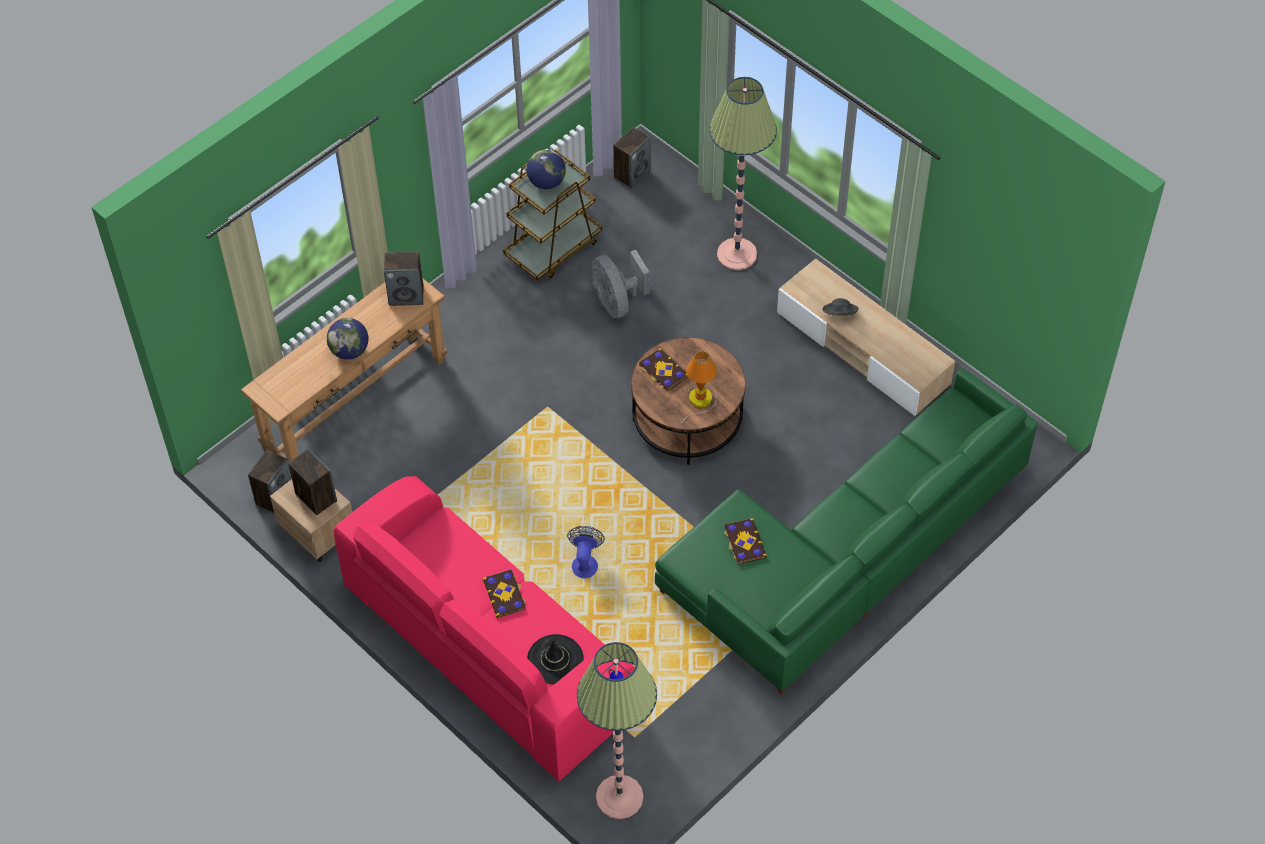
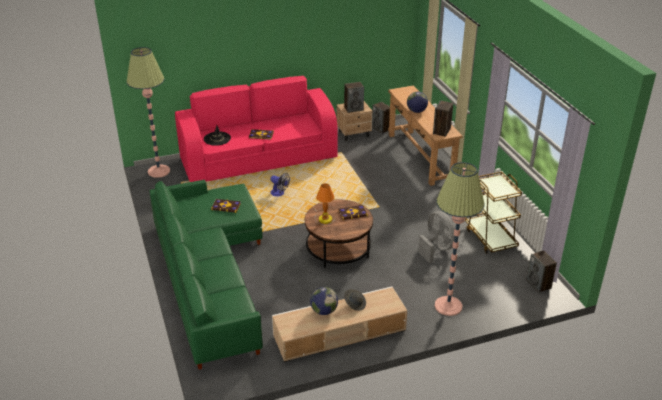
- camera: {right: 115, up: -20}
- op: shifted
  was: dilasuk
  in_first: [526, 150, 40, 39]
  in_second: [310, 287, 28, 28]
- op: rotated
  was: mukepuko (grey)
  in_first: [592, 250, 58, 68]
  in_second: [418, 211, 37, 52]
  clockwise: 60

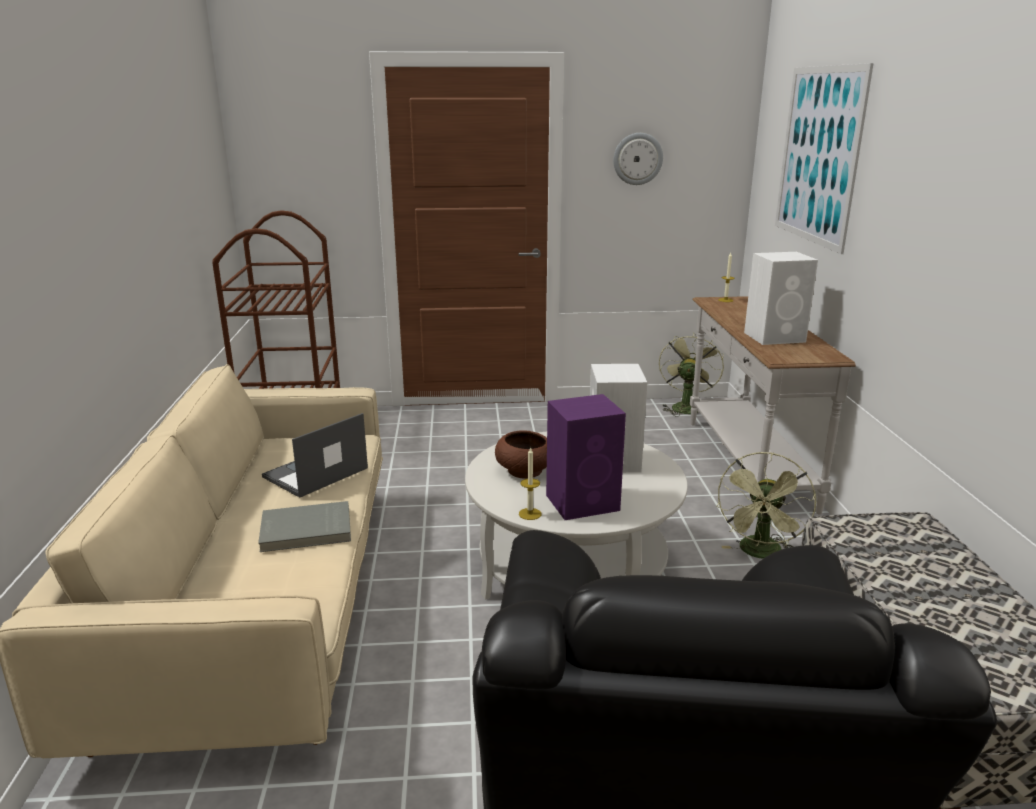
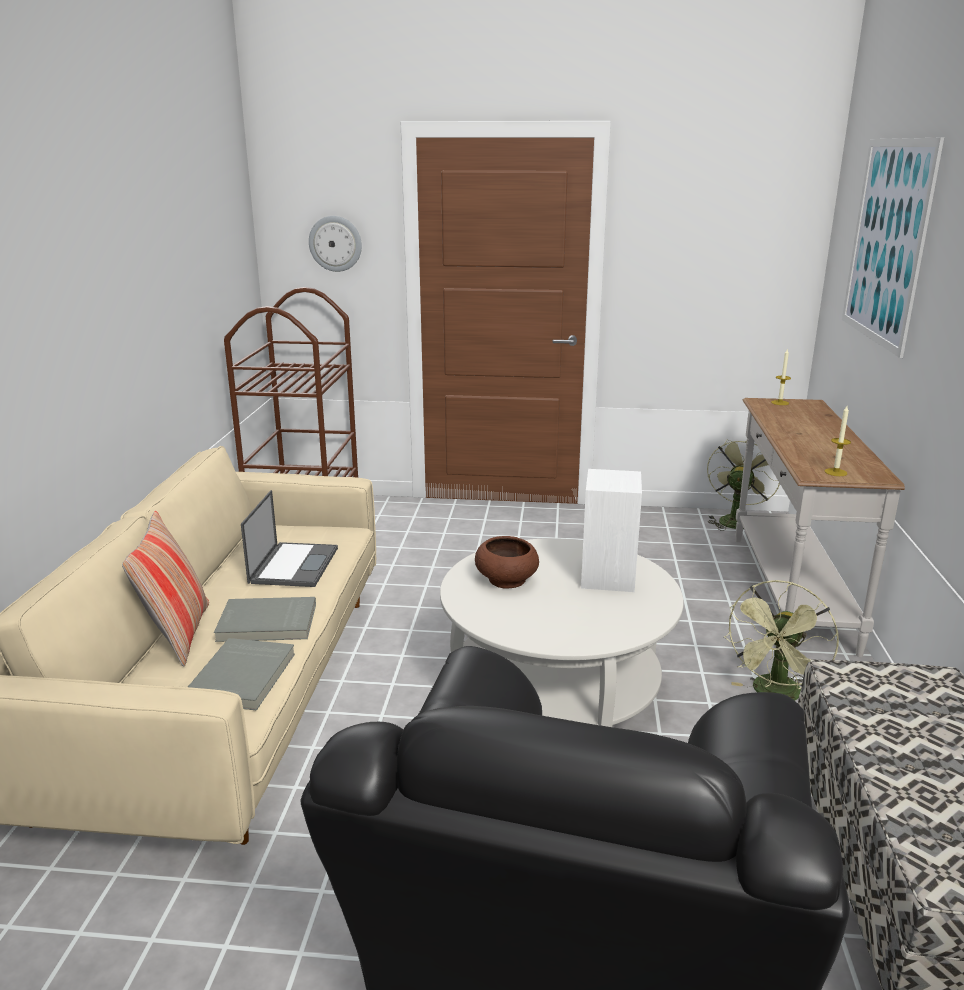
- camera: {right: 10, up: 0}
- op: gone
  was: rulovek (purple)
  in_first: [546, 394, 80, 126]
- op: gone
  was: rulovek (white)
  in_first: [744, 252, 74, 93]
- op: new
  now: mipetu
  in_second: [122, 511, 87, 156]
- op: new
  now: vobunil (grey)
  in_second: [188, 638, 107, 72]
- op: shifted
  was: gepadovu
  in_first: [519, 447, 22, 73]
  in_second: [825, 406, 26, 70]
- op: shifted
  was: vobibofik
  in_first: [613, 133, 50, 52]
  in_second: [309, 216, 53, 56]
- op: rotated
  was: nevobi
  in_first: [262, 413, 106, 85]
  in_second: [241, 490, 97, 97]
  clockwise: 135

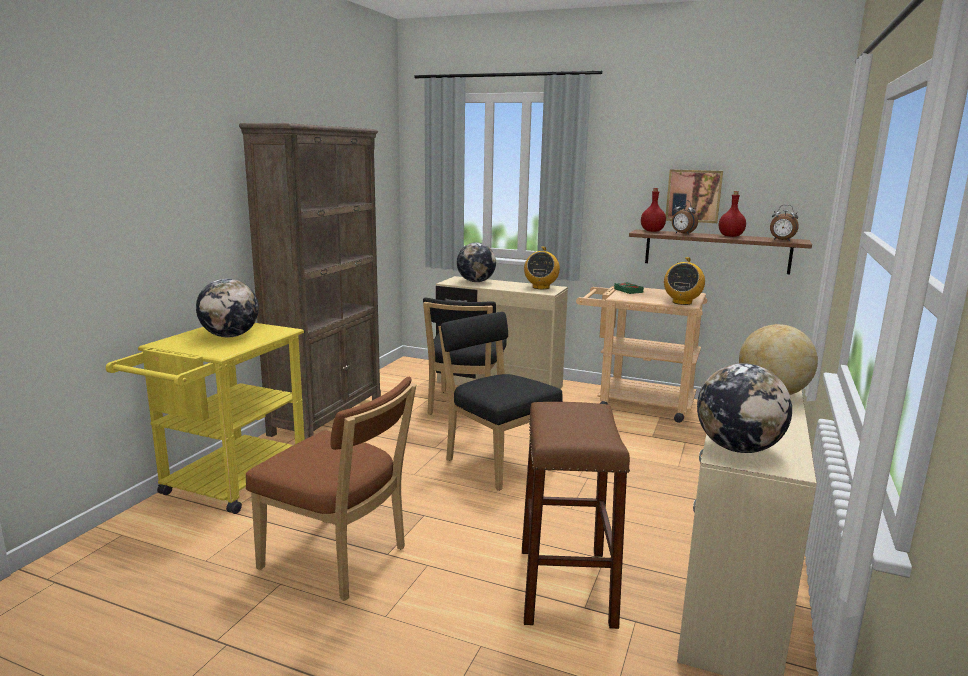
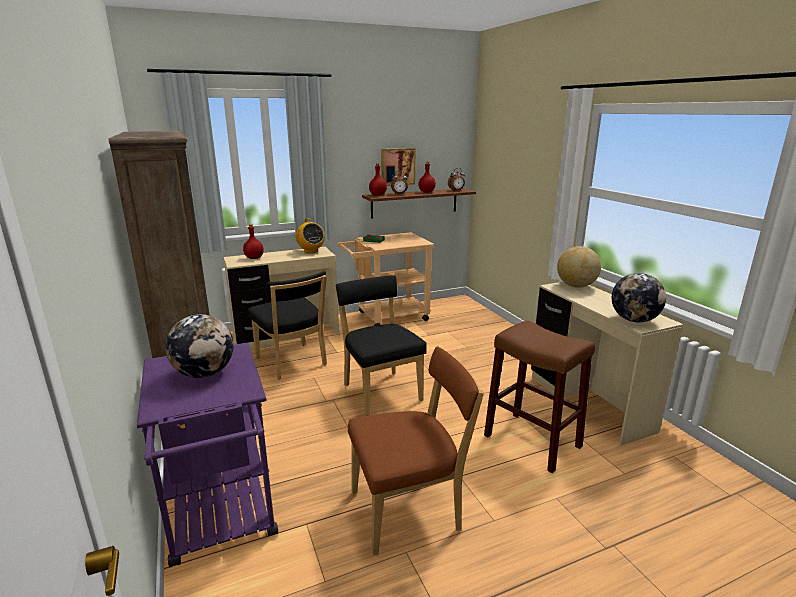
- camera: {right: -45, up: 5}
- op: gone
  was: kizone
  in_first: [664, 257, 41, 48]
- op: swapped
  was: dilasuk
  now: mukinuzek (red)
  in_first: [457, 242, 39, 40]
  in_second: [243, 224, 21, 35]
- op: repainted
  was: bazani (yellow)
  now: bazani (purple)
  in_first: [106, 323, 199, 191]
  in_second: [137, 343, 141, 224]
- op: rotated
  was: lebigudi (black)
  in_first: [439, 312, 124, 179]
  in_second: [336, 275, 91, 141]
  clockwise: 60

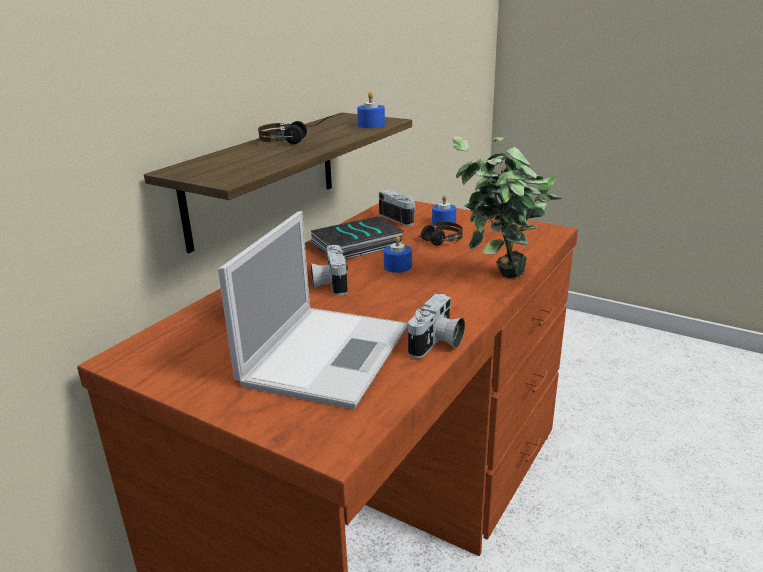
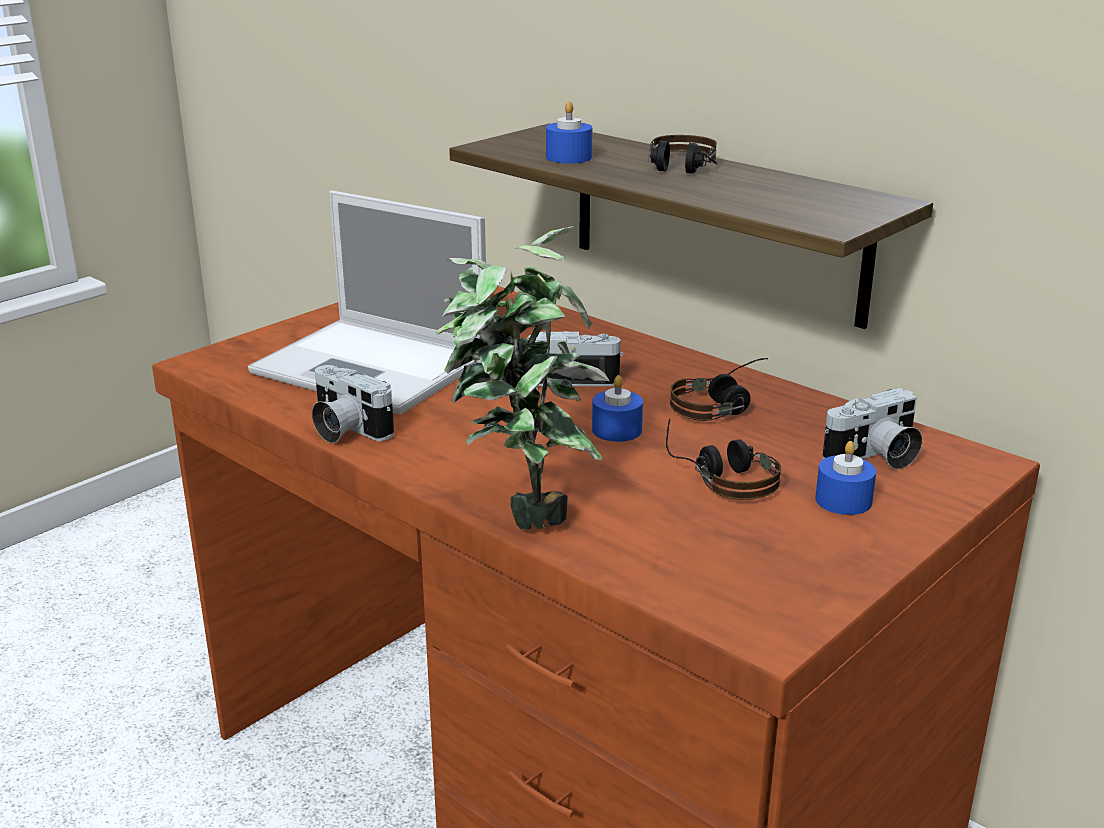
- camera: {right: 100, up: 0}
- op: shifted
  was: gepadovu (blue)
  in_first: [357, 92, 28, 36]
  in_second: [546, 101, 46, 62]
- op: swapped
  was: vobunil
  now: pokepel
  in_first: [311, 216, 93, 43]
  in_second: [670, 358, 98, 63]

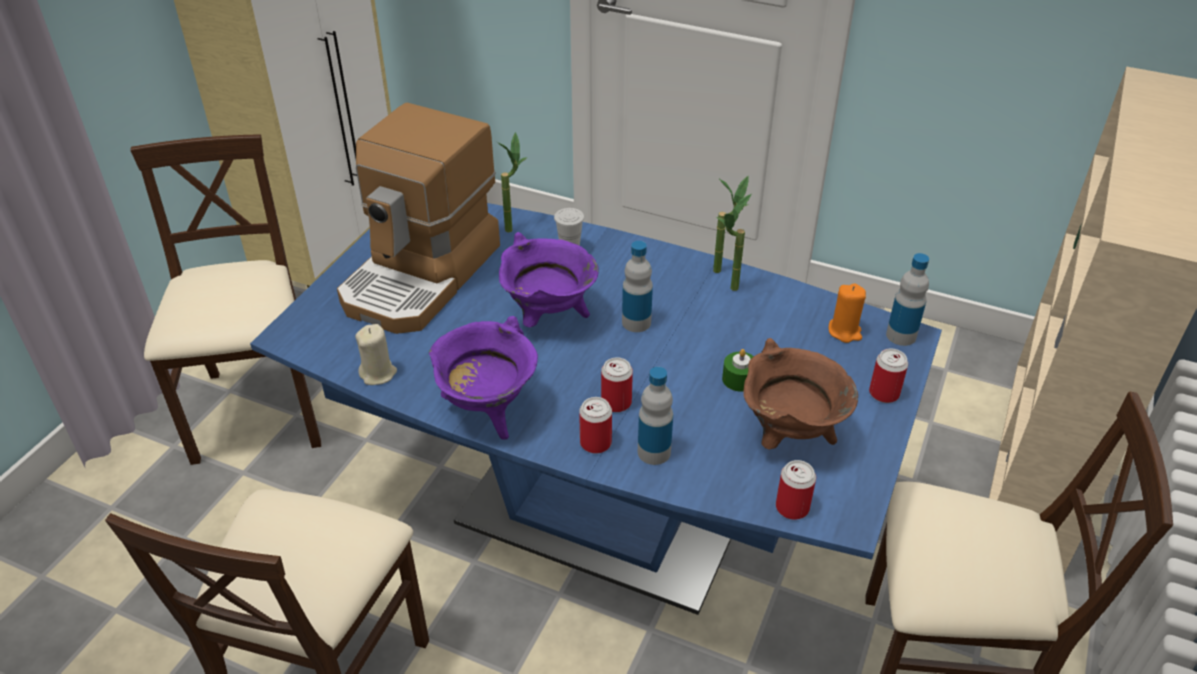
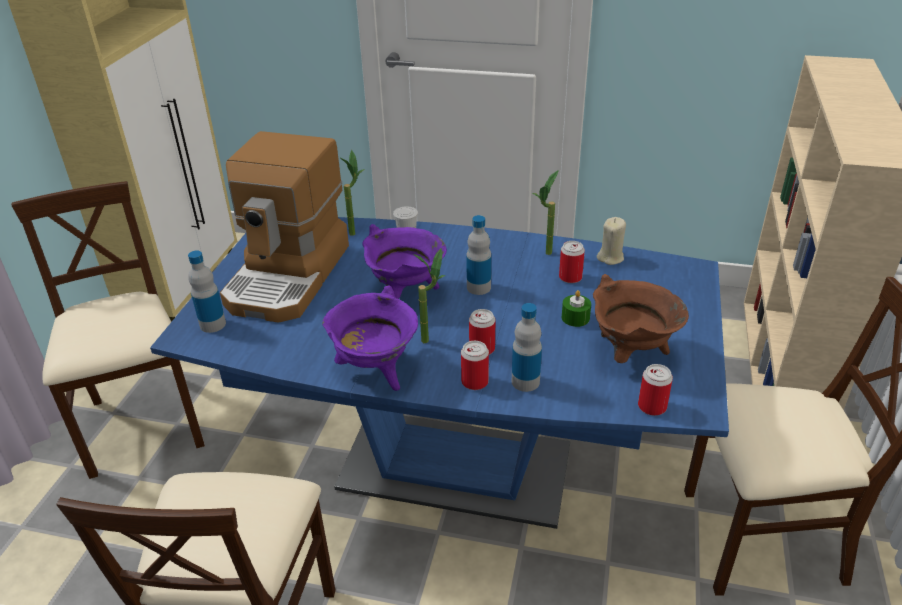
- camera: {right: -10, up: -5}
- op: gone
  was: gepadovu (orange)
  in_first: [829, 284, 37, 59]
- op: shifted
  was: gepadovu (beige)
  in_first: [355, 324, 42, 61]
  in_second: [597, 217, 29, 48]
- op: shifted
  was: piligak
  in_first: [713, 176, 36, 97]
  in_second: [413, 248, 33, 95]
- op: shifted
  was: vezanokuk
  in_first: [869, 349, 39, 54]
  in_second: [559, 241, 26, 42]
- op: shifted
  was: mukinuzek
  in_first: [886, 253, 43, 93]
  in_second: [188, 250, 38, 83]

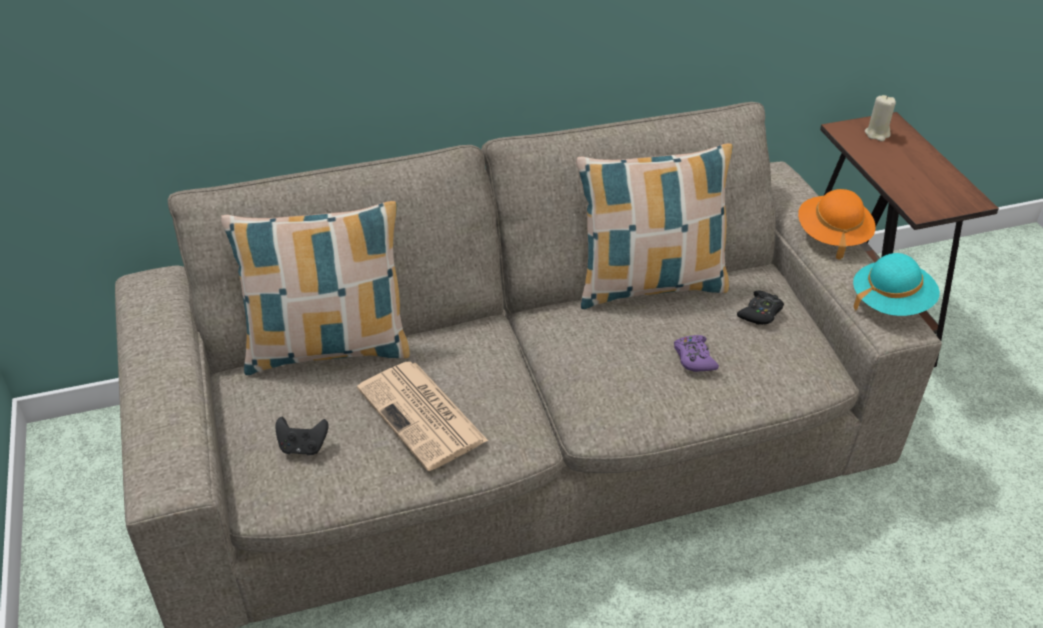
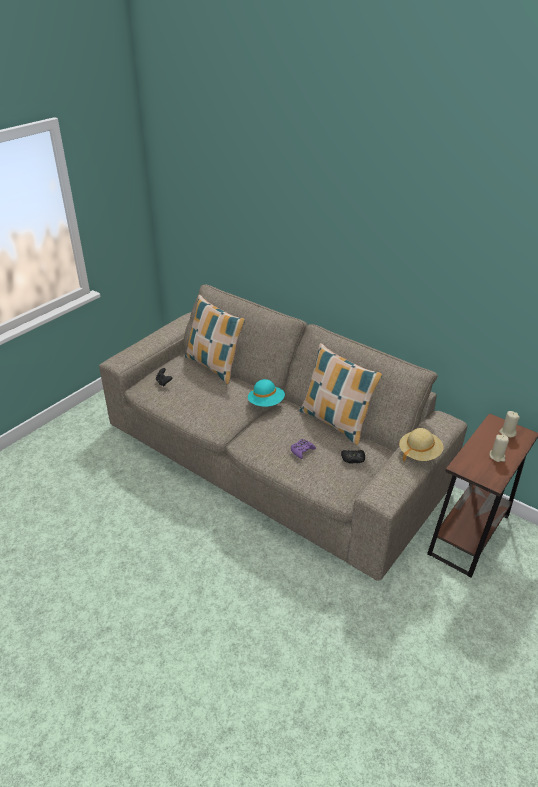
- camera: {right: 55, up: -5}
- op: gone
  was: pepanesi
  in_first: [357, 361, 131, 110]
- op: new
  now: gepadovu (beige)
  in_second: [490, 435, 19, 27]
- op: shifted
  was: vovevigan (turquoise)
  in_first: [853, 253, 87, 63]
  in_second: [248, 379, 37, 28]
- op: repainted
  was: vovevigan (orange)
  now: vovevigan (beige)
  in_first: [798, 189, 78, 71]
  in_second: [399, 428, 45, 33]

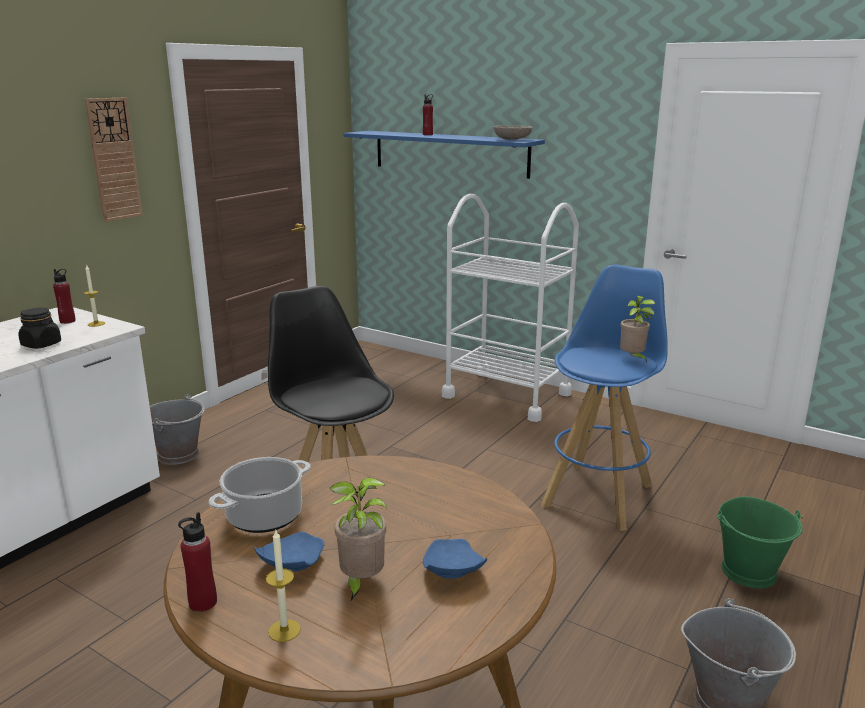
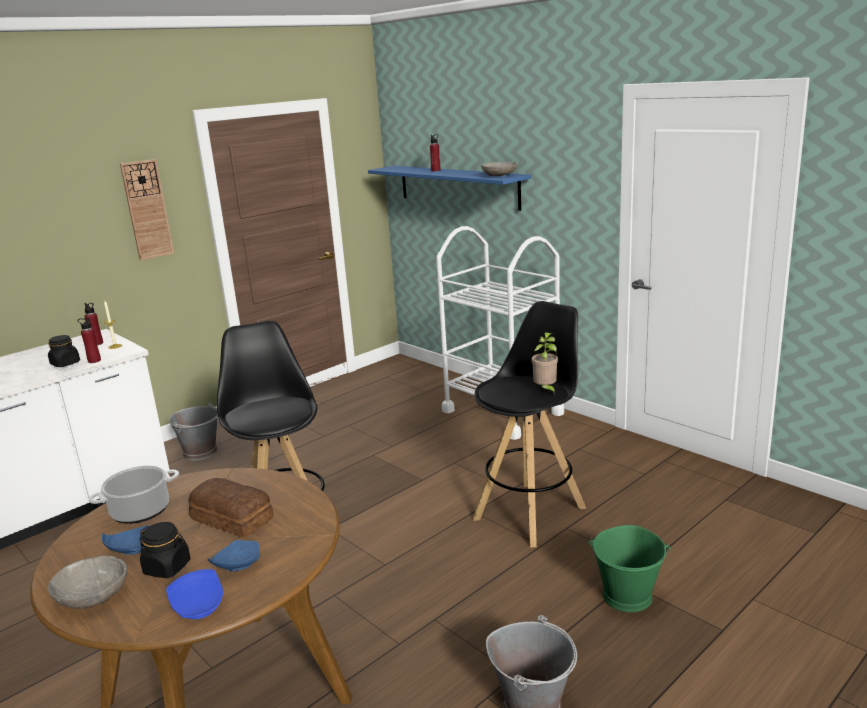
- camera: {right: 15, up: 0}
- op: new
  now: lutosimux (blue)
  in_second: [166, 569, 57, 50]
- op: new
  now: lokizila
  in_second: [188, 478, 86, 60]
- op: shifted
  was: mukinuzek (red)
  in_first: [178, 512, 39, 100]
  in_second: [78, 317, 23, 46]
- op: swapped
  was: gepadovu
  now: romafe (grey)
  in_first: [266, 530, 35, 112]
  in_second: [48, 555, 80, 53]
- op: swapped
  was: piligak
  now: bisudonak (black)
  in_first: [329, 477, 59, 125]
  in_second: [139, 522, 52, 56]
- op: repainted
  was: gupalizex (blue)
  now: gupalizex (black)
  in_first: [541, 264, 127, 267]
  in_second: [473, 301, 113, 247]

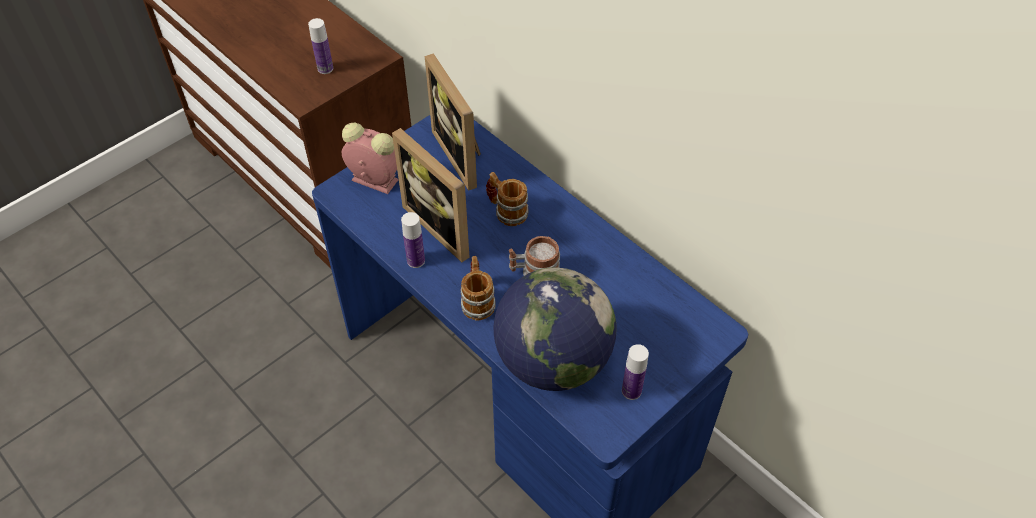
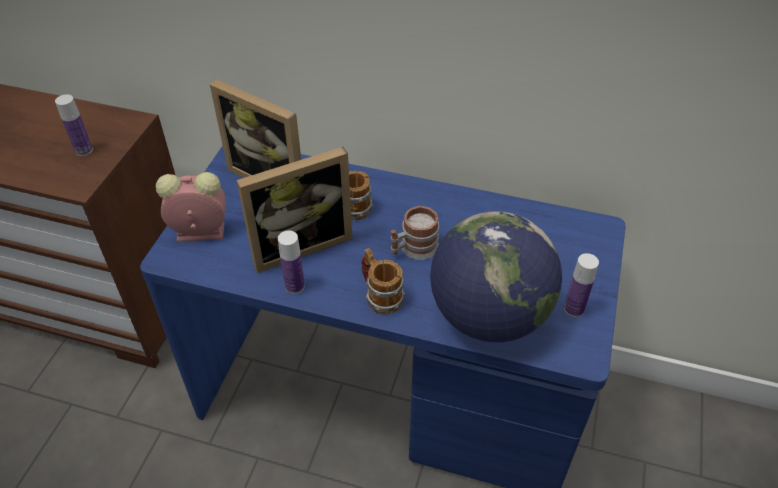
- camera: {right: -30, up: -5}
- op: rotated
  was: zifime
  in_first: [392, 128, 77, 134]
  in_second: [237, 147, 115, 126]
  clockwise: -45

